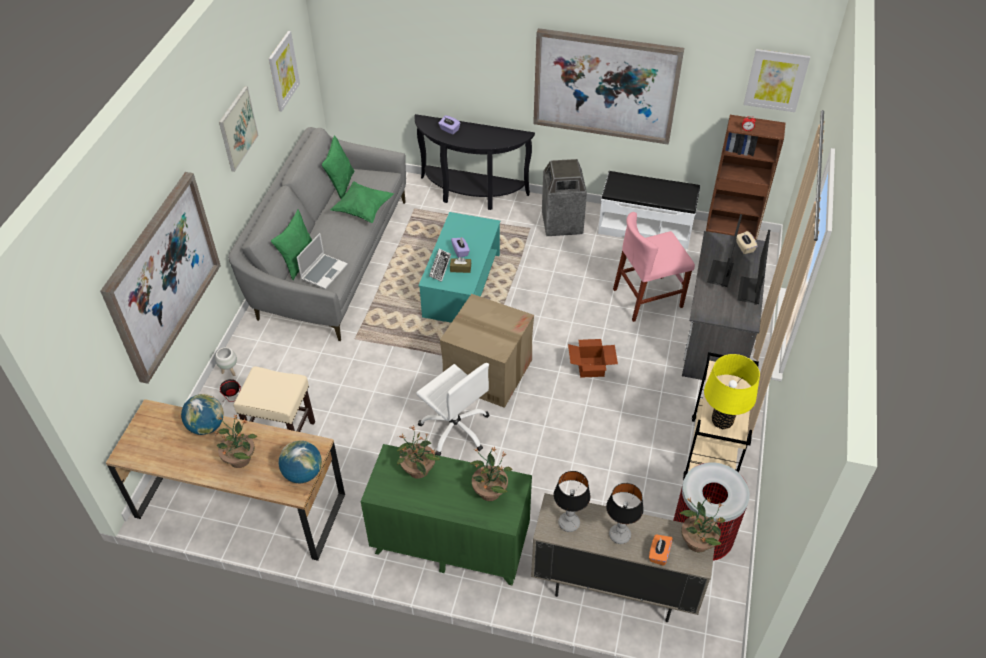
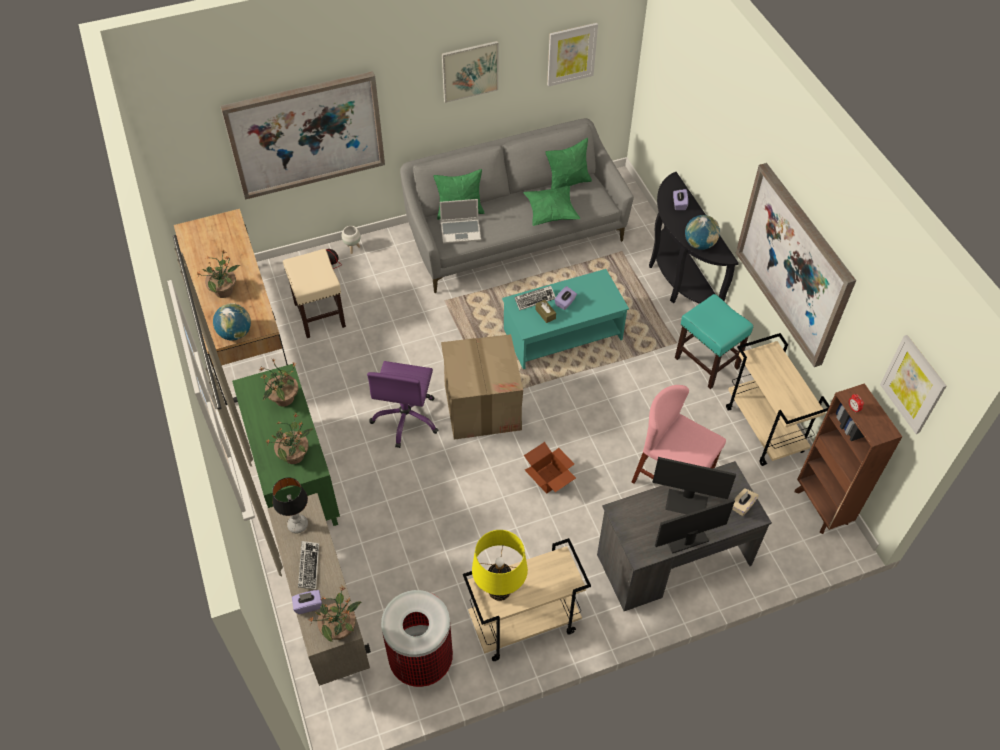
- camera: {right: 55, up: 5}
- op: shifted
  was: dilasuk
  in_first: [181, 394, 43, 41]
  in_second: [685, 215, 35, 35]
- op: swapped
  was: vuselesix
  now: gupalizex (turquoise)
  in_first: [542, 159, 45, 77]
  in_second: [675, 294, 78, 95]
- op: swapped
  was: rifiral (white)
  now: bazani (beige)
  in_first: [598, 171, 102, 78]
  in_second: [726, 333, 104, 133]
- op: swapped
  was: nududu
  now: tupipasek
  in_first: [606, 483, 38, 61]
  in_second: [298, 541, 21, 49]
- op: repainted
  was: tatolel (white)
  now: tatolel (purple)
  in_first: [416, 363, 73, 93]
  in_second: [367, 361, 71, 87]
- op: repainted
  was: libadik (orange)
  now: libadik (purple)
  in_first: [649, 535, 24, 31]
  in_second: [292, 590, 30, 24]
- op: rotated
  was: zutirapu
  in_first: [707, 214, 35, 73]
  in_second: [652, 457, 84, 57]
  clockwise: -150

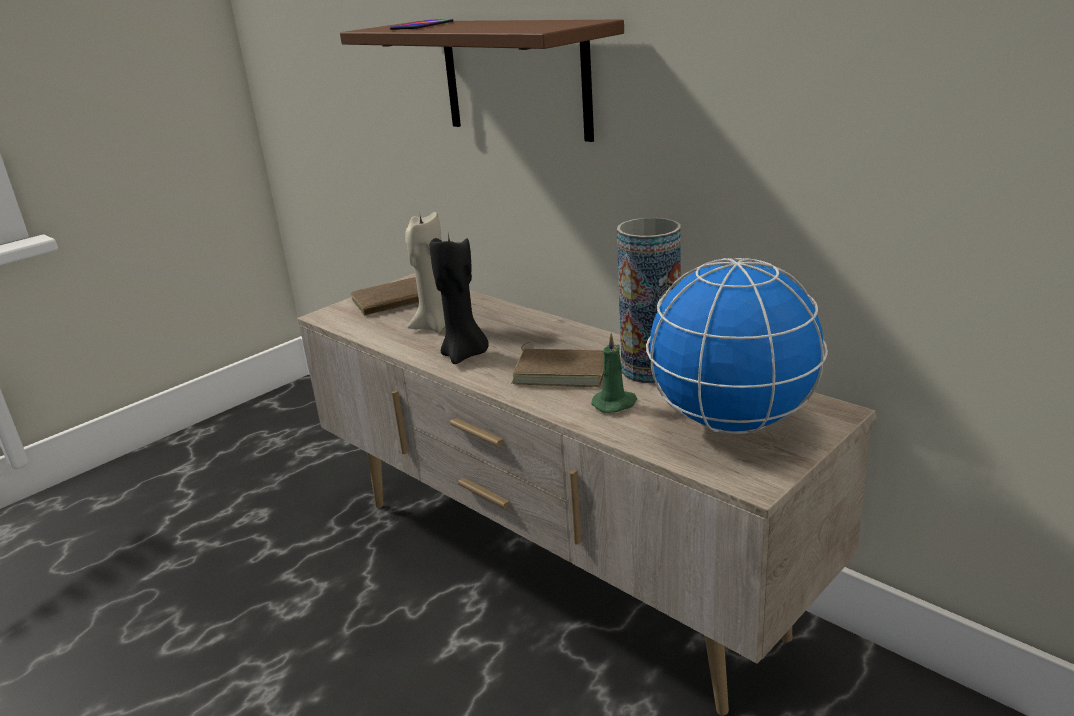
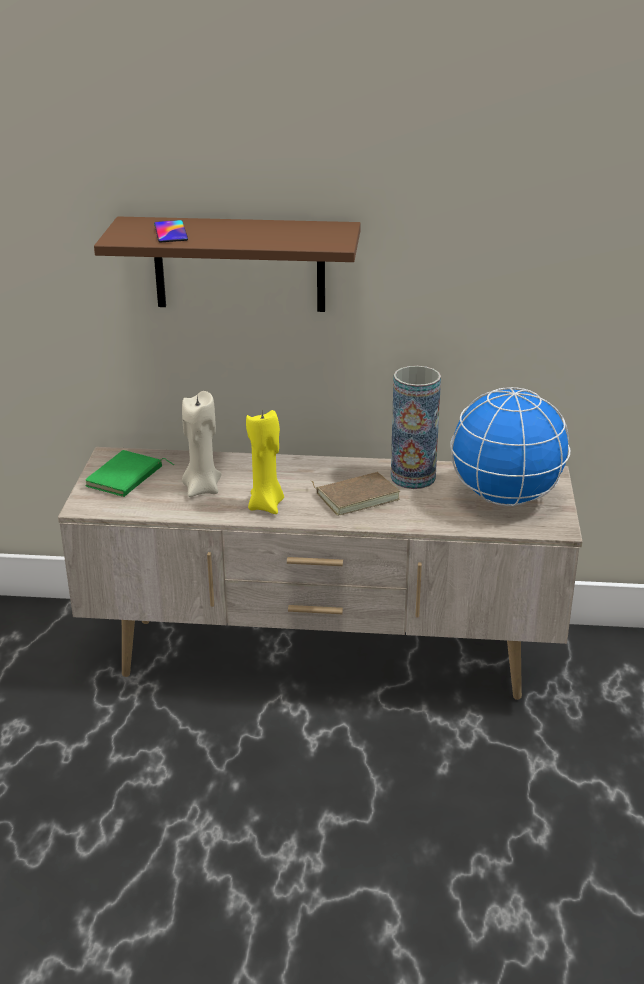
- camera: {right: -40, up: 5}
- op: gone
  was: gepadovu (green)
  in_first: [591, 332, 46, 81]
- op: repainted
  was: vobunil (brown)
  now: vobunil (green)
  in_first: [350, 277, 69, 39]
  in_second: [85, 450, 89, 47]
- op: repainted
  was: gepadovu (black)
  now: gepadovu (yellow)
  in_first: [430, 234, 59, 130]
  in_second: [246, 410, 38, 104]

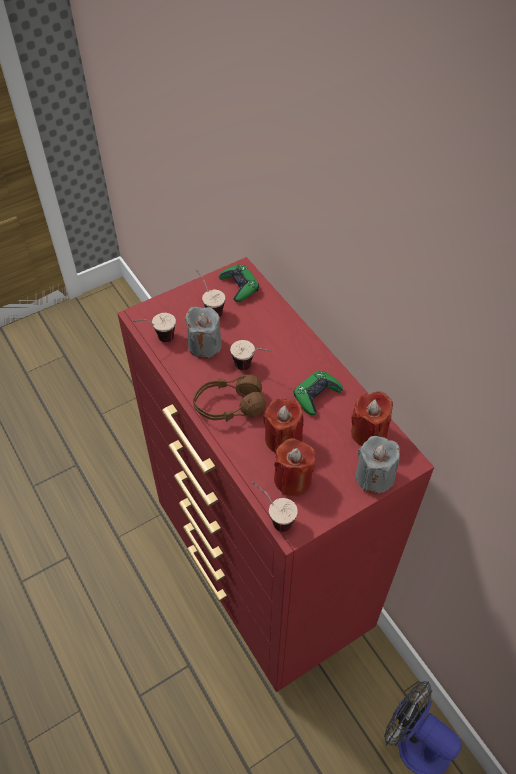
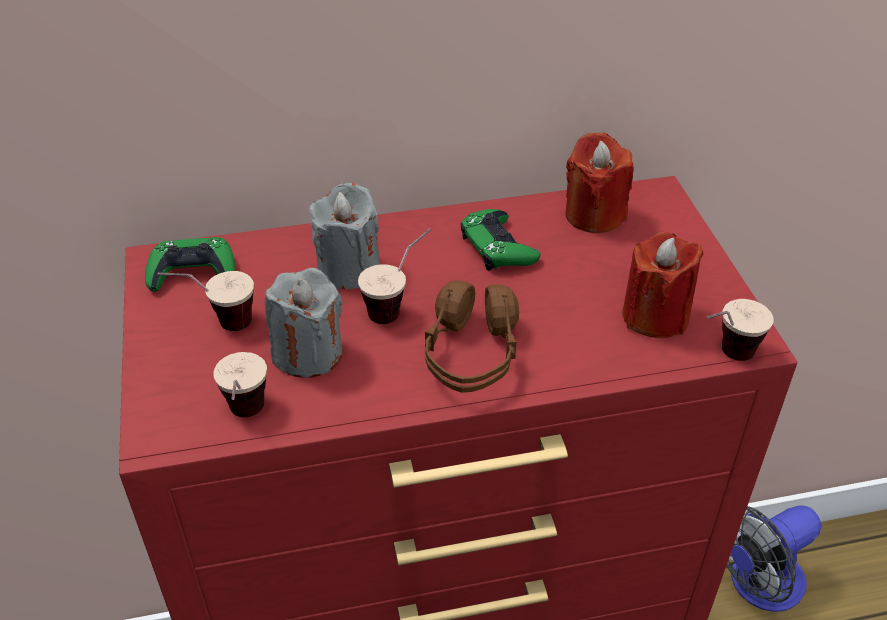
- camera: {right: -70, up: -10}
- op: gone
  was: gepadovu (red)
  in_first: [263, 399, 41, 55]
- op: shifted
  was: gepadovu (grey)
  in_first: [356, 436, 44, 57]
  in_second: [309, 183, 71, 106]

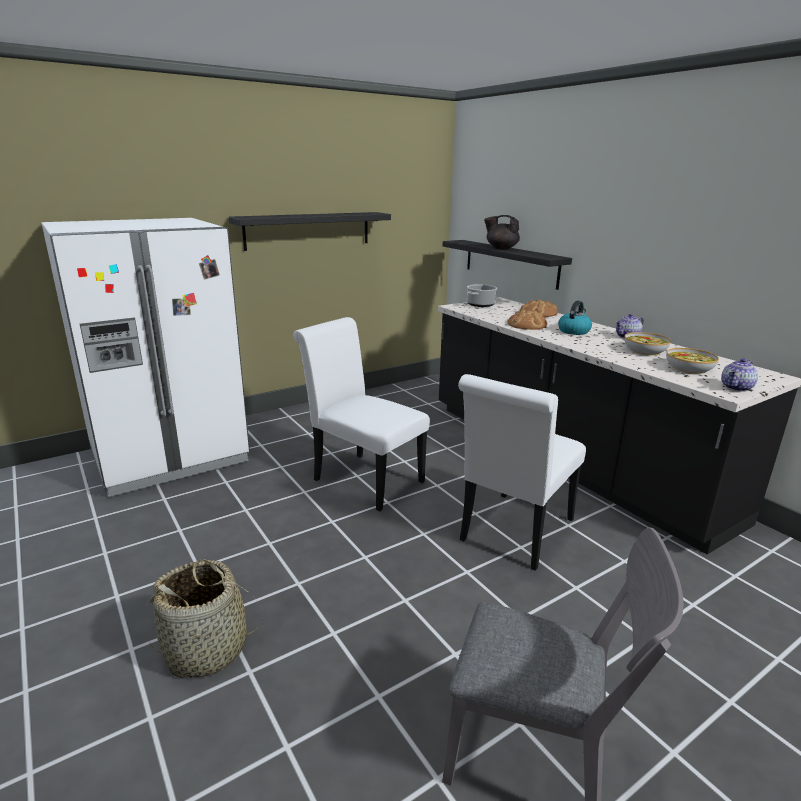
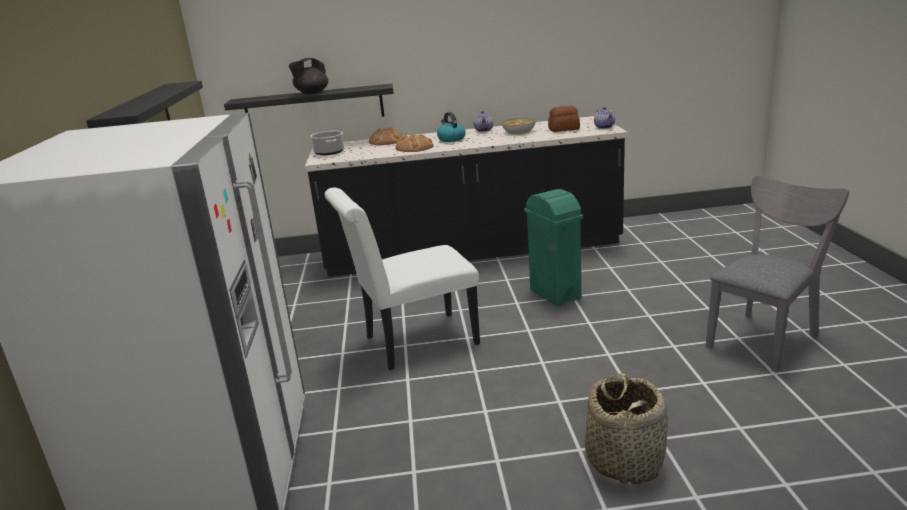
- camera: {right: -60, up: 0}
- op: swapped
  was: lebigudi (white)
  now: vuselesix (green)
  in_first: [458, 374, 128, 197]
  in_second: [524, 189, 59, 117]
- op: swapped
  was: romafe
  now: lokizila
  in_first: [666, 348, 53, 26]
  in_second: [548, 106, 32, 26]

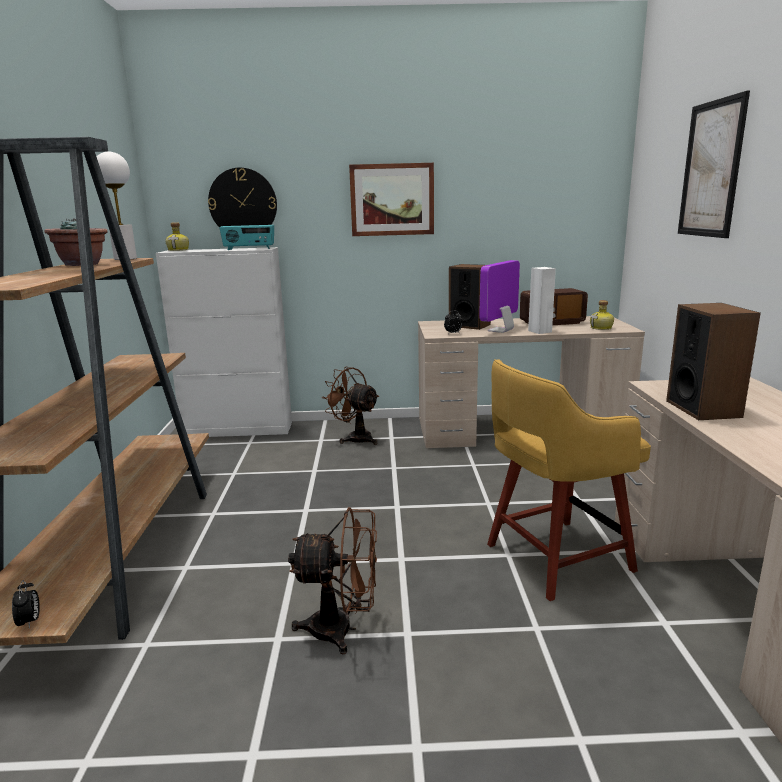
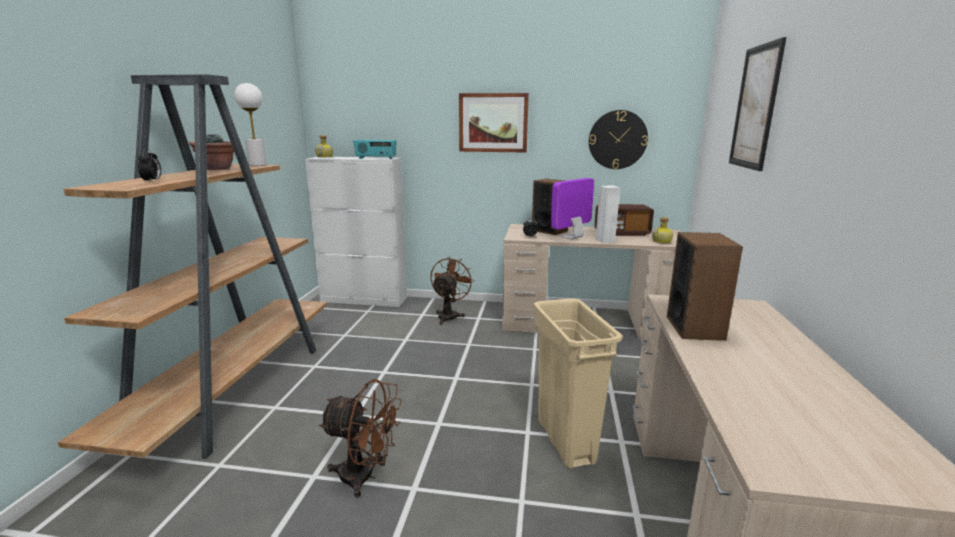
- camera: {right: 10, up: 0}
- op: shifted
  was: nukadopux
  in_first: [12, 580, 28, 49]
  in_second: [137, 148, 24, 33]
- op: shifted
  was: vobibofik
  in_first: [208, 167, 69, 60]
  in_second: [589, 110, 59, 59]
- op: swapped
  was: gupalizex (yellow)
  now: vuselesix (beige)
  in_first: [487, 359, 164, 242]
  in_second: [533, 299, 90, 170]
- op: rotated
  was: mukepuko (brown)
  in_first: [323, 367, 56, 78]
  in_second: [430, 257, 42, 68]
  clockwise: 60

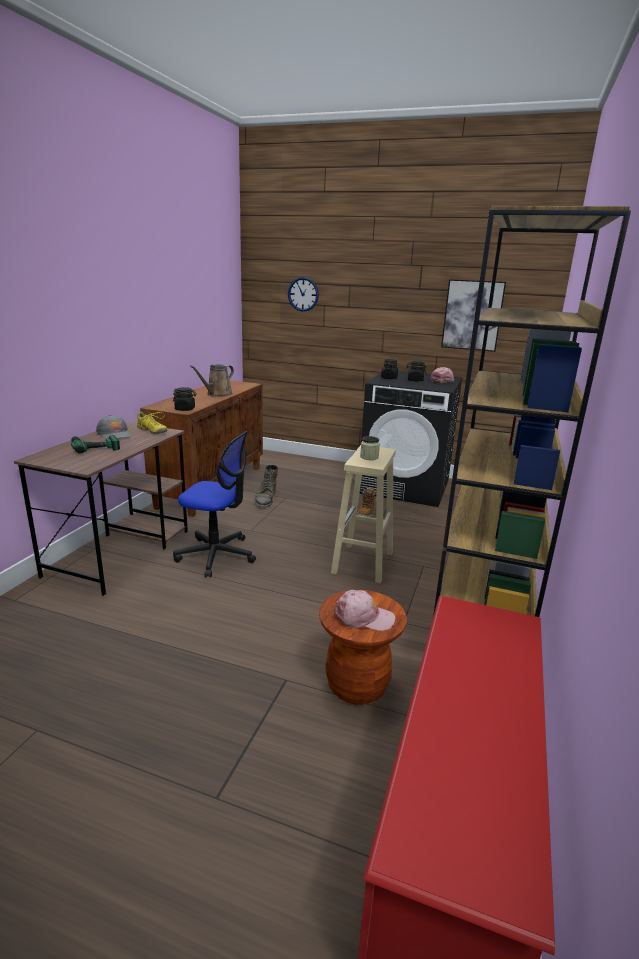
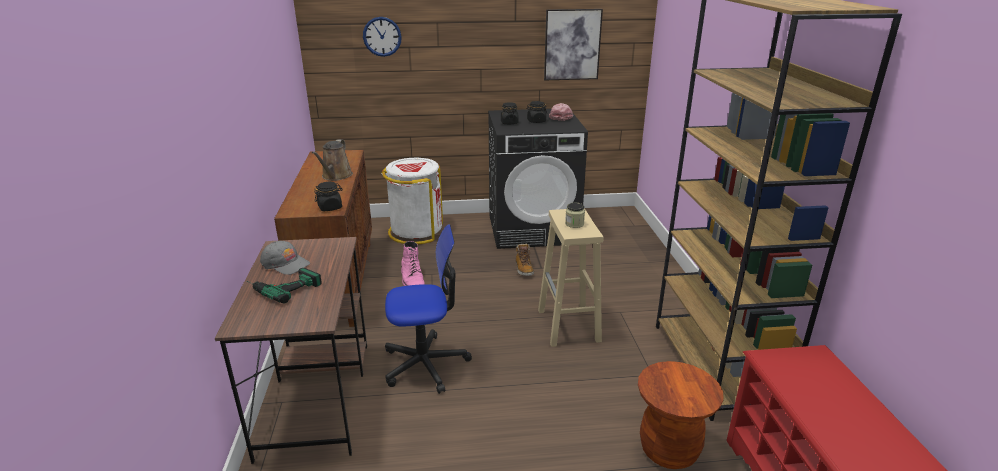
- camera: {right: -25, up: 5}
- op: gone
  was: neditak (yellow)
  in_first: [137, 411, 30, 23]
- op: gone
  was: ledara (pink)
  in_first: [334, 590, 61, 41]
- op: new
  now: vuselesix (white)
  in_second: [381, 158, 62, 86]
- op: repainted
  was: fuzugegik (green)
  now: fuzugegik (pink)
  in_first: [254, 465, 24, 42]
  in_second: [401, 241, 24, 45]

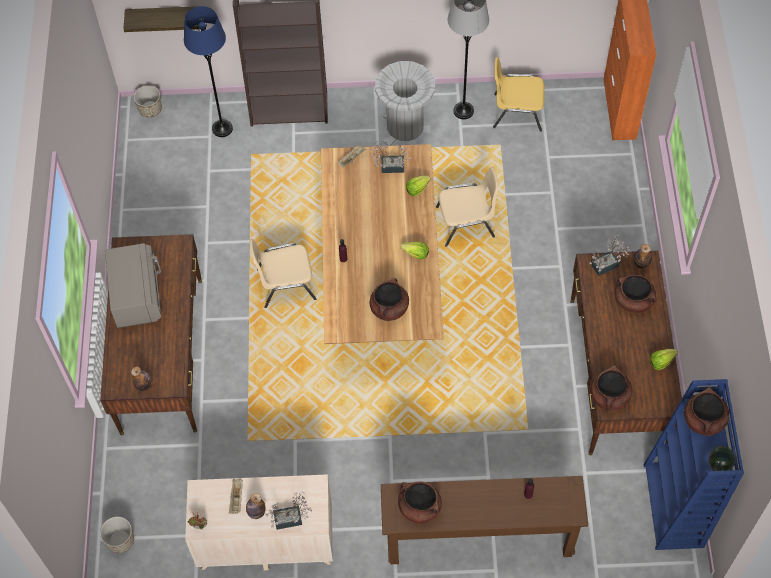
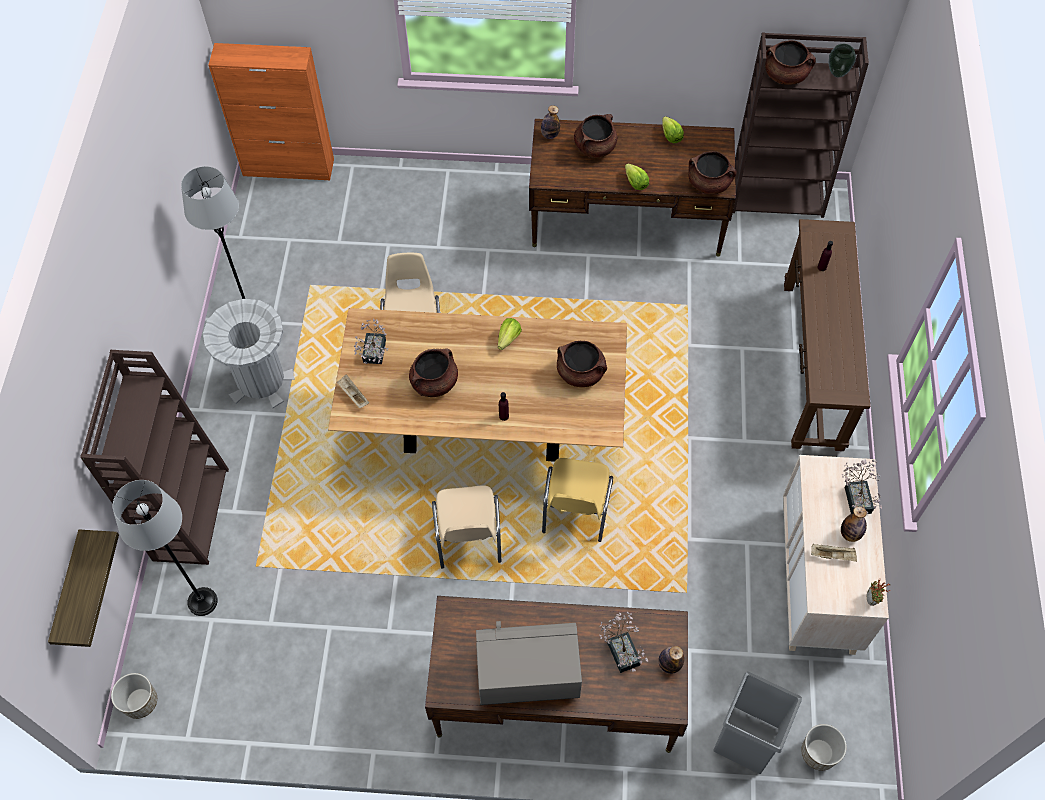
- camera: {right: -85, up: 0}
- op: new
  now: vuselesix (grey)
  in_second: [713, 672, 89, 102]
- op: shifted
  was: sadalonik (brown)
  in_first: [398, 481, 44, 43]
  in_second: [409, 348, 49, 49]
- op: shifted
  was: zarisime
  in_first: [406, 176, 25, 21]
  in_second: [625, 163, 24, 27]
- op: shifted
  was: lebigudi (yellow)
  in_first: [493, 57, 52, 75]
  in_second: [542, 458, 71, 84]
- op: shifted
  was: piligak
  in_first: [590, 235, 40, 41]
  in_second: [599, 612, 49, 61]
- op: repainted
  was: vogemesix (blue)
  now: vogemesix (grey)
  in_first: [184, 6, 49, 131]
  in_second: [113, 480, 105, 136]
- op: repainted
  was: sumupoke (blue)
  now: sumupoke (brown)
  in_first: [644, 379, 100, 171]
  in_second: [733, 33, 136, 185]

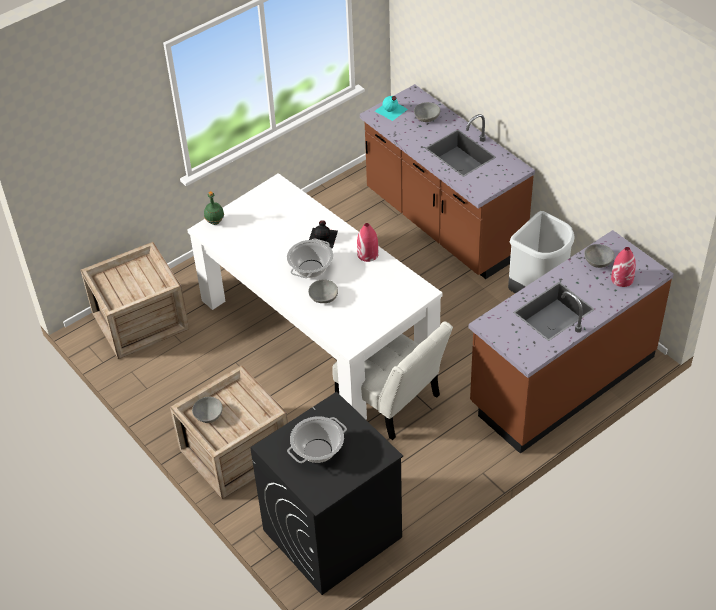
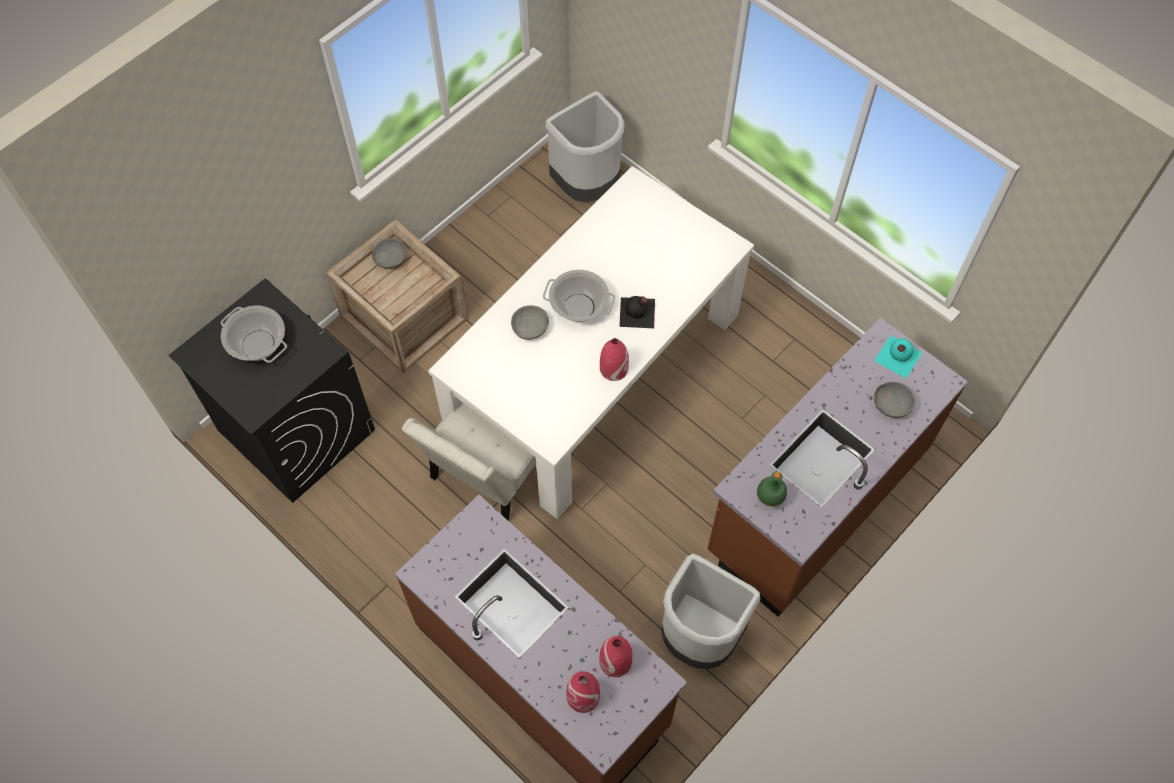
- camera: {right: 80, up: 15}
- op: shifted
  was: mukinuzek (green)
  in_first: [204, 191, 20, 34]
  in_second: [757, 471, 30, 36]
- op: swapped
  was: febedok
  now: vuselesix (grey)
  in_first: [80, 242, 110, 117]
  in_second: [545, 91, 80, 111]
- op: swapped
  was: romafe (grey)
  now: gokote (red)
  in_first: [584, 244, 30, 24]
  in_second: [599, 636, 34, 41]

